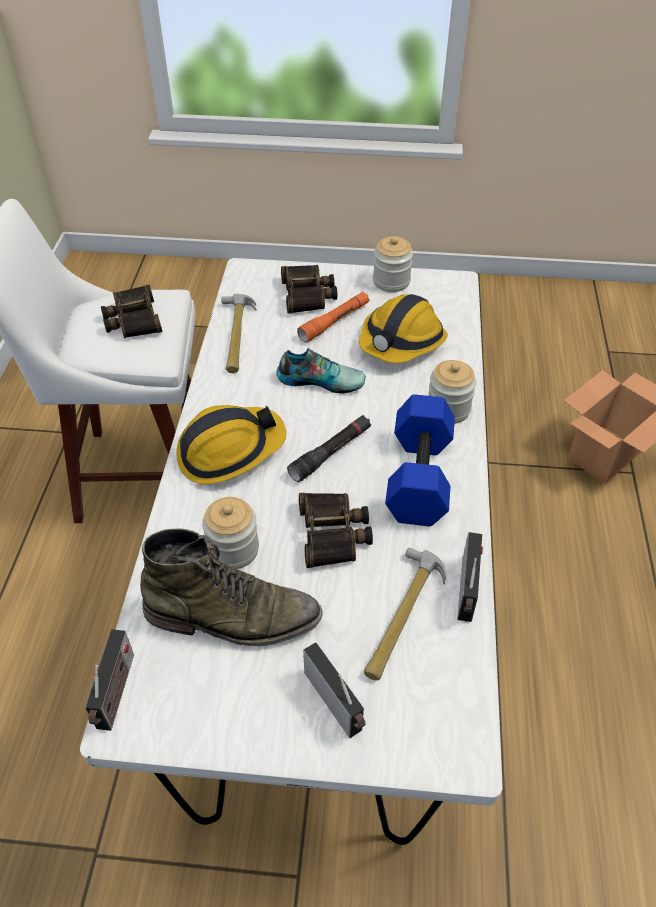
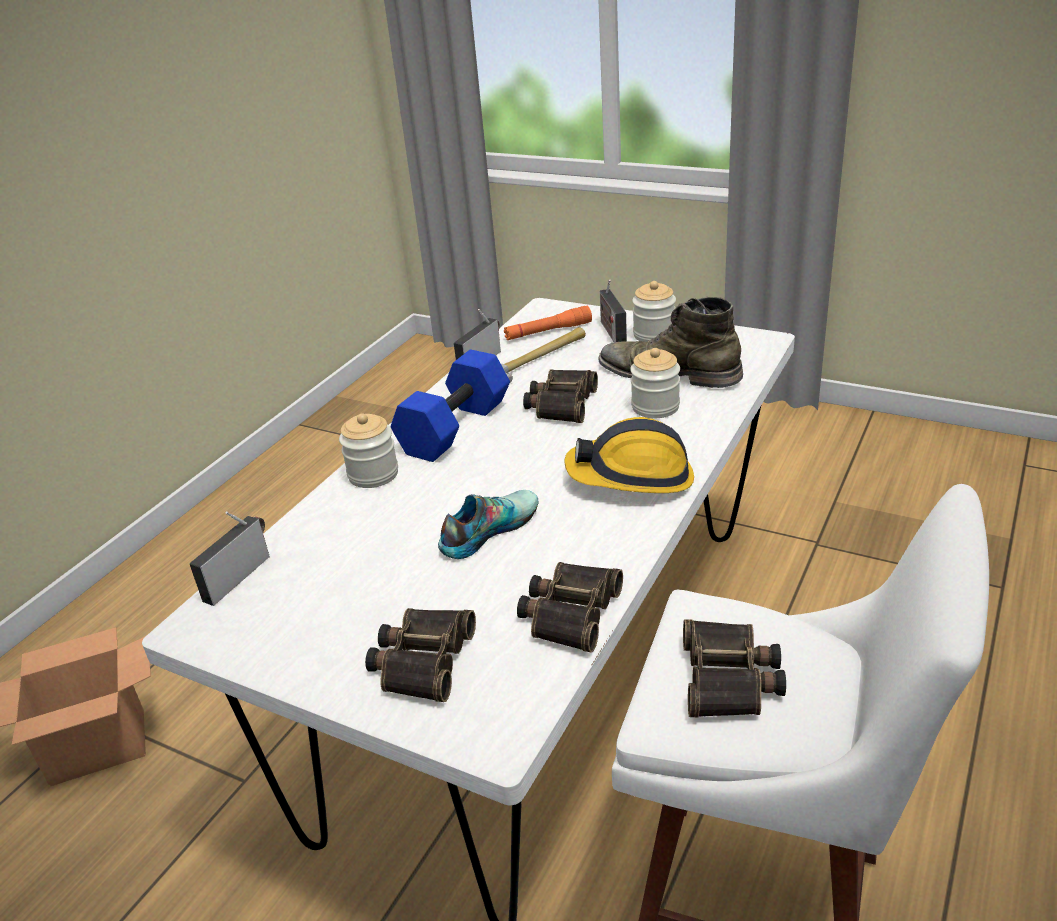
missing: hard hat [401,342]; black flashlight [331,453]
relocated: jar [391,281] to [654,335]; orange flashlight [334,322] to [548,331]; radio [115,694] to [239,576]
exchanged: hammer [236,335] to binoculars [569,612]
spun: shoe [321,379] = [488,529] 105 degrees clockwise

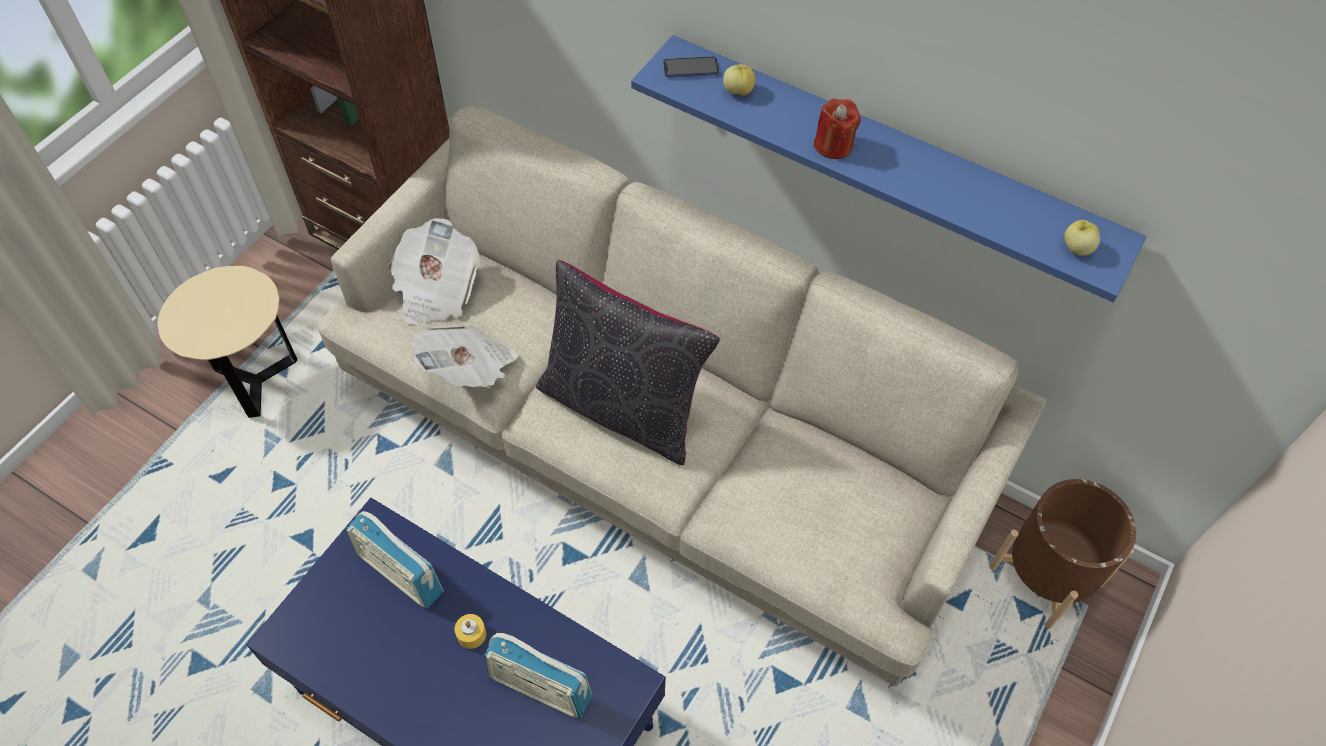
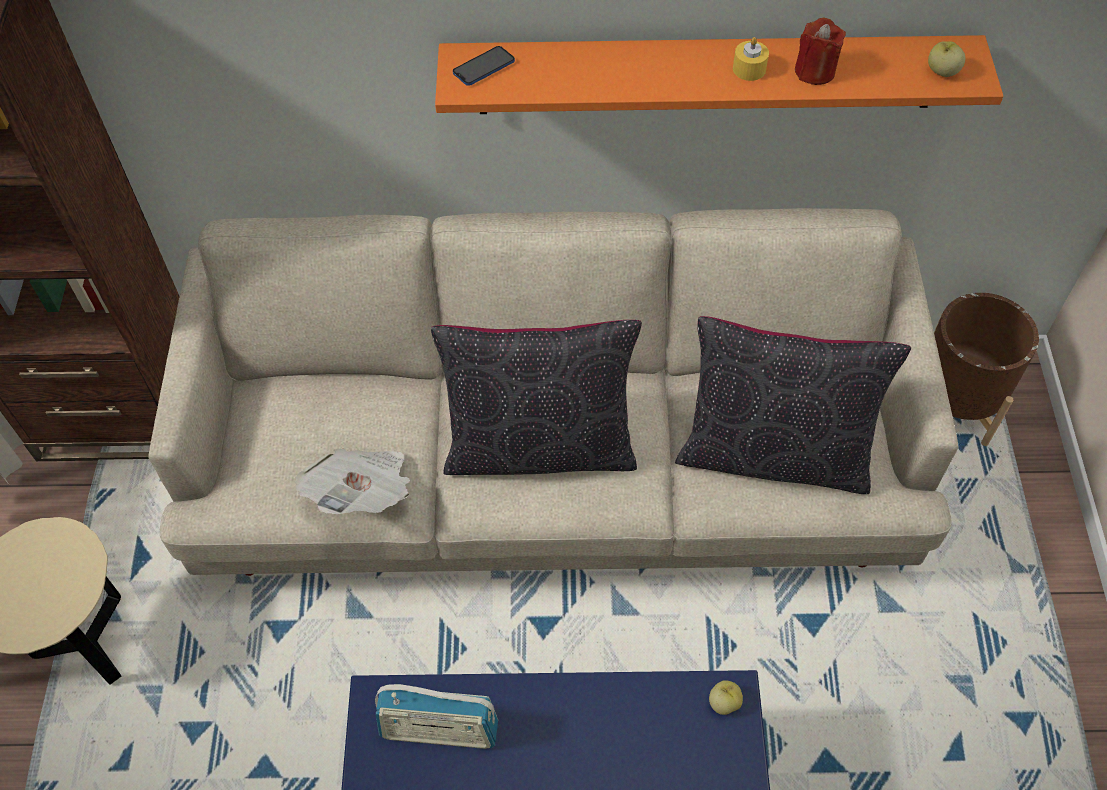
missing: newspaper [436,290]; radio [540,687]
appeared: black pillow [774,453]
relocated: apple [738,91] to [723,702]; red candle [833,145] to [815,71]; yellow candle [471,634] to [749,69]
colour: blue shelf [886,160] to orange shelf [707,74]

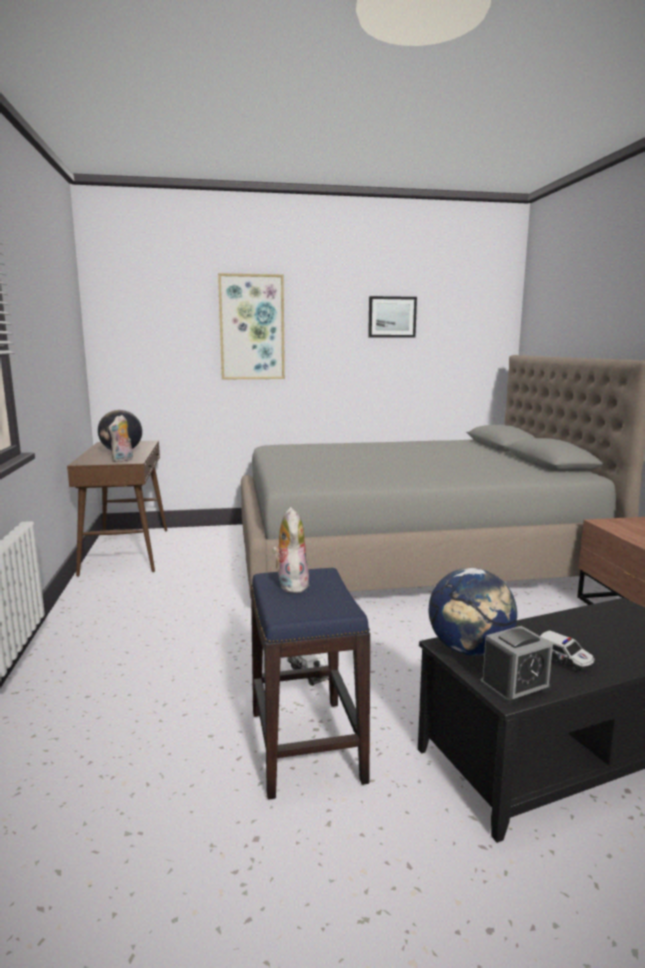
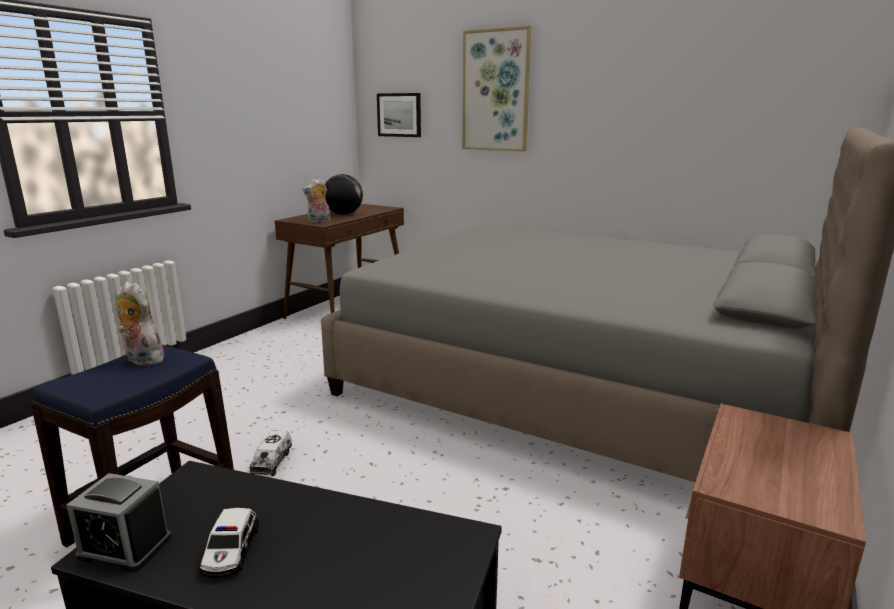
missing: globe [469,650]
relocated: picture [392,317] to [399,115]
spun: plush toy [290,584] = [141,360] 90 degrees counterclockwise

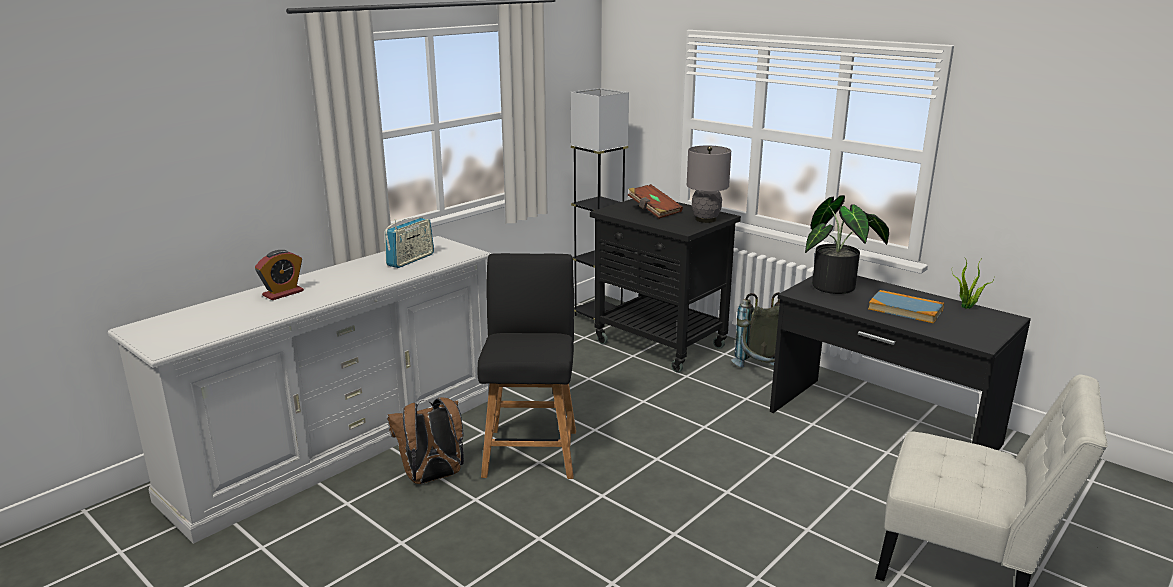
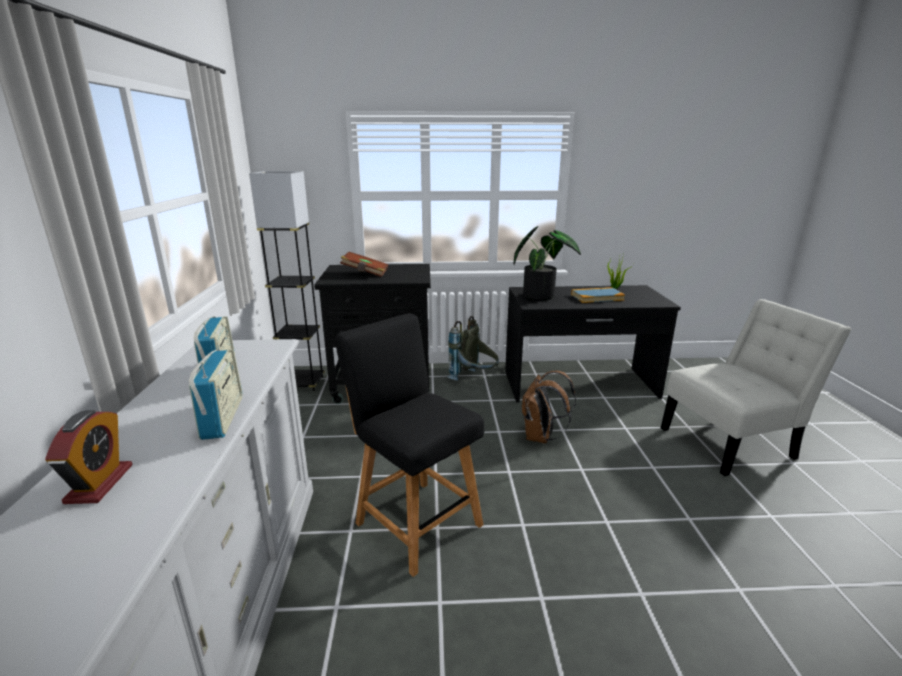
missing: grey table lamp [705,219]
appeared: radio [223,417]
relocated: brown backpack [432,478] to [541,437]

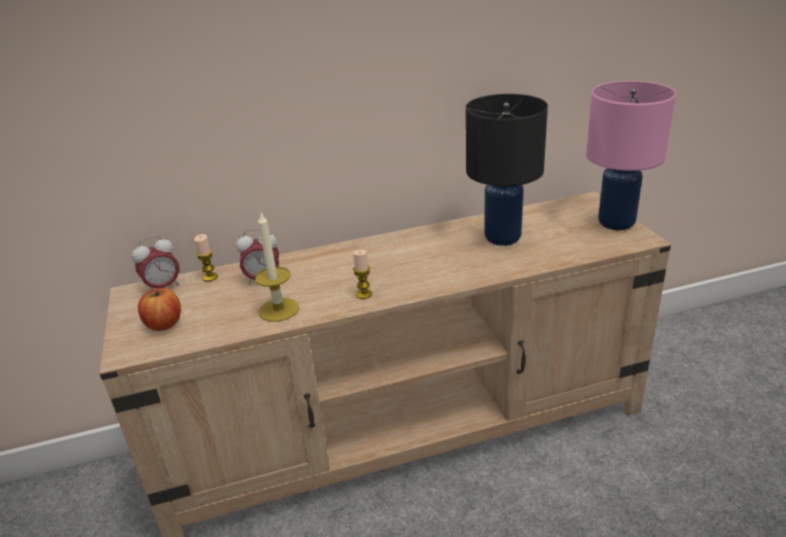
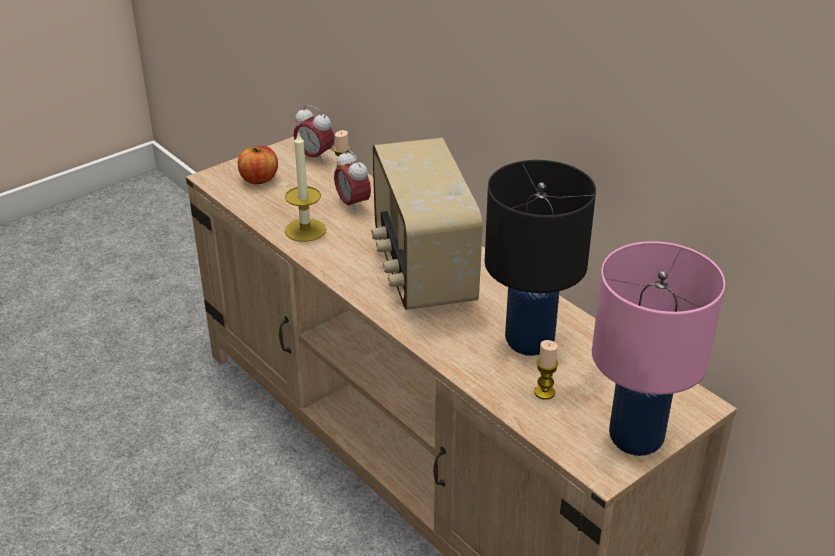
appeared: radio [421,270]
relocated: candle [364,294] to [544,392]

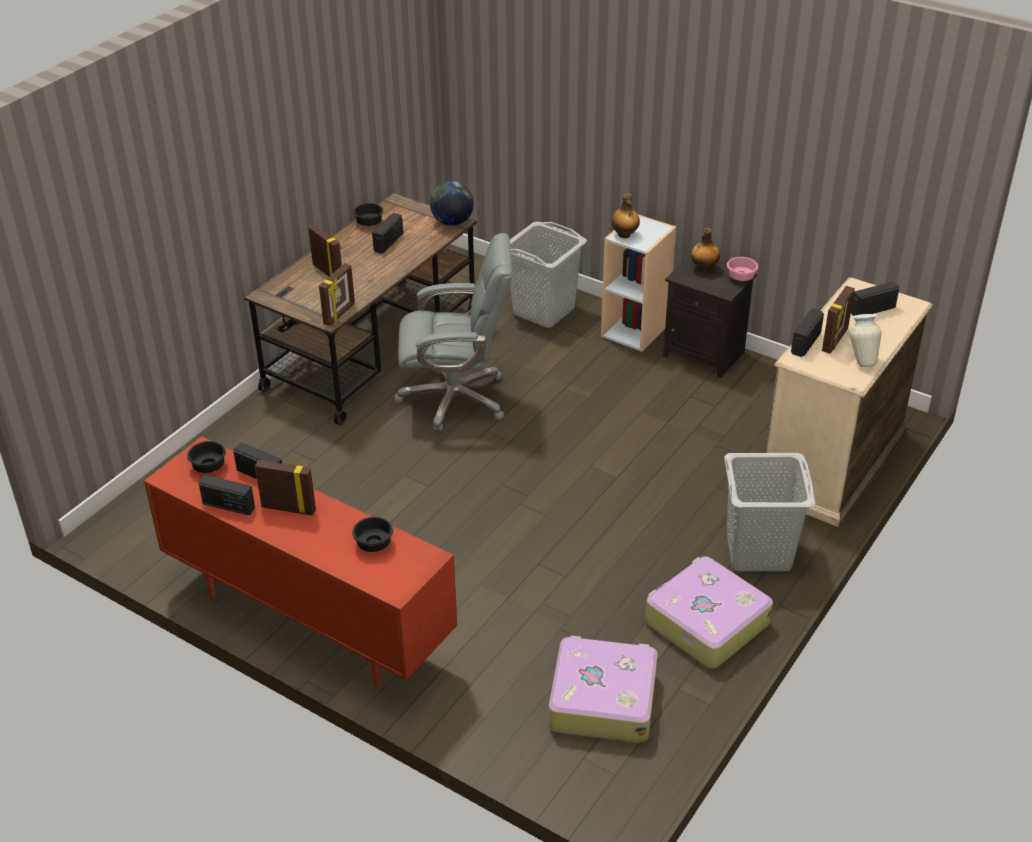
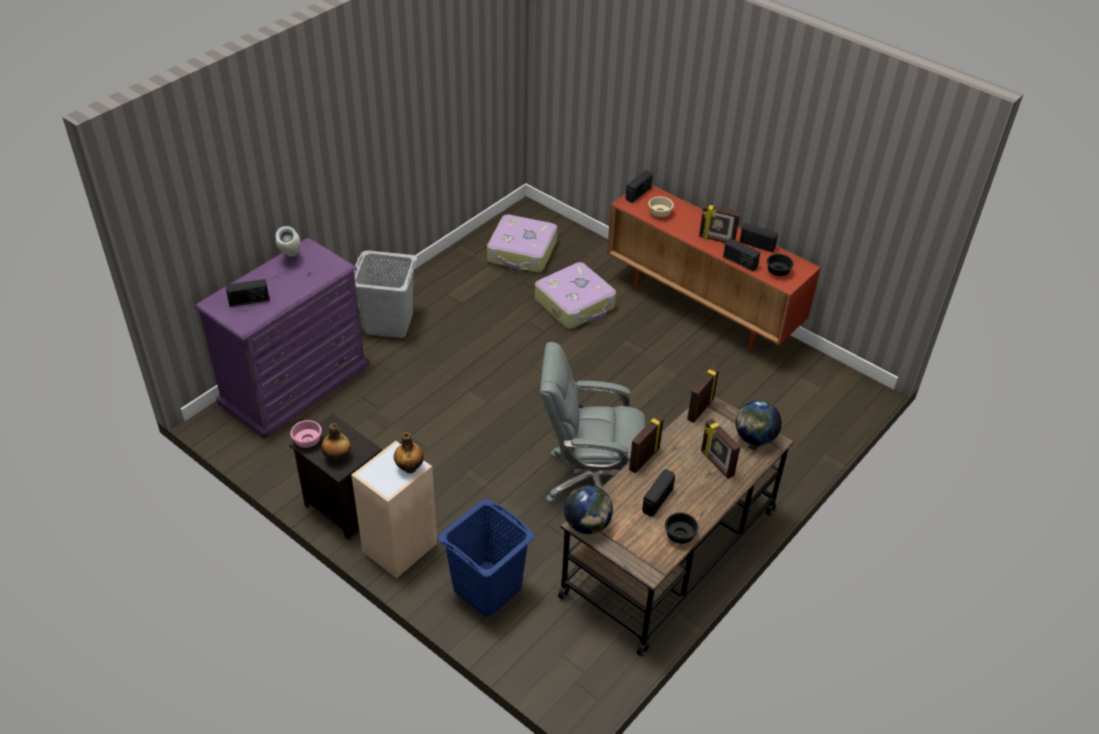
appeared: globe [754,438]
relocated: picture frame [835,340] to [643,459]; radio [805,343] to [638,194]; suitcase [705,623] to [575,304]
colour: grey laundry basket [544,311] to blue laundry basket [486,588]; beige dresser [832,463] to purple dresser [295,383]; black bowl [374,545] to beige bowl [659,213]

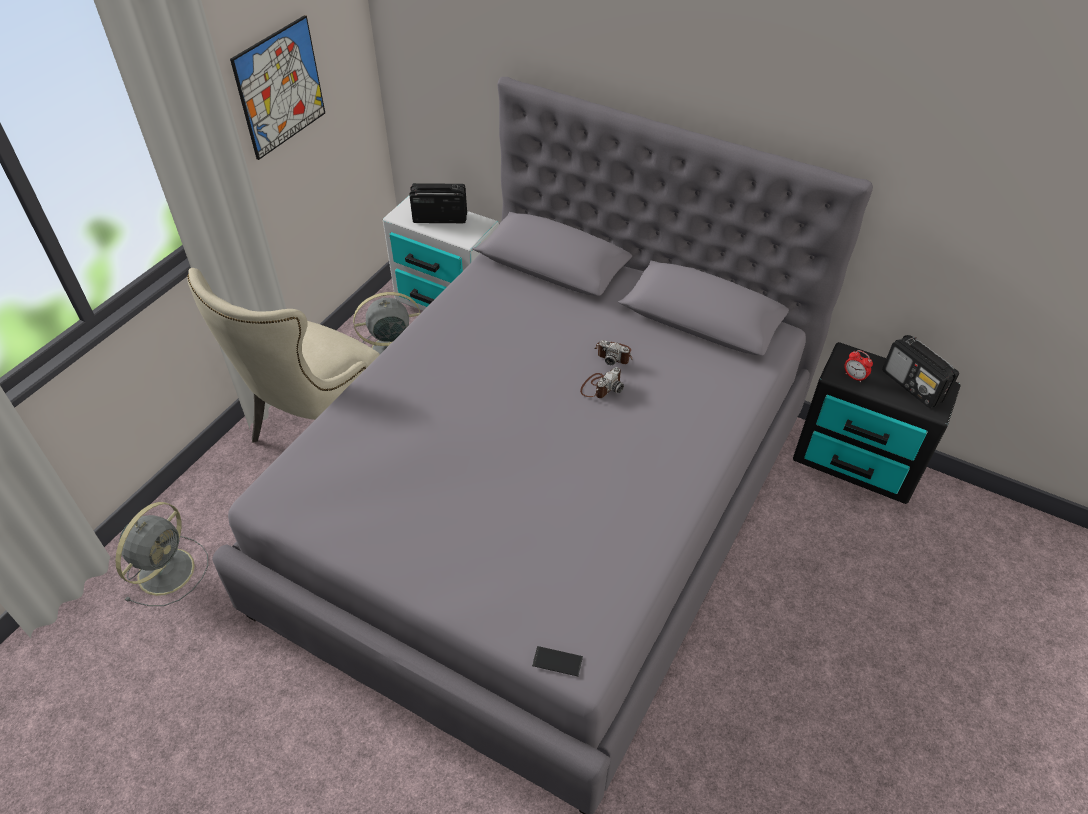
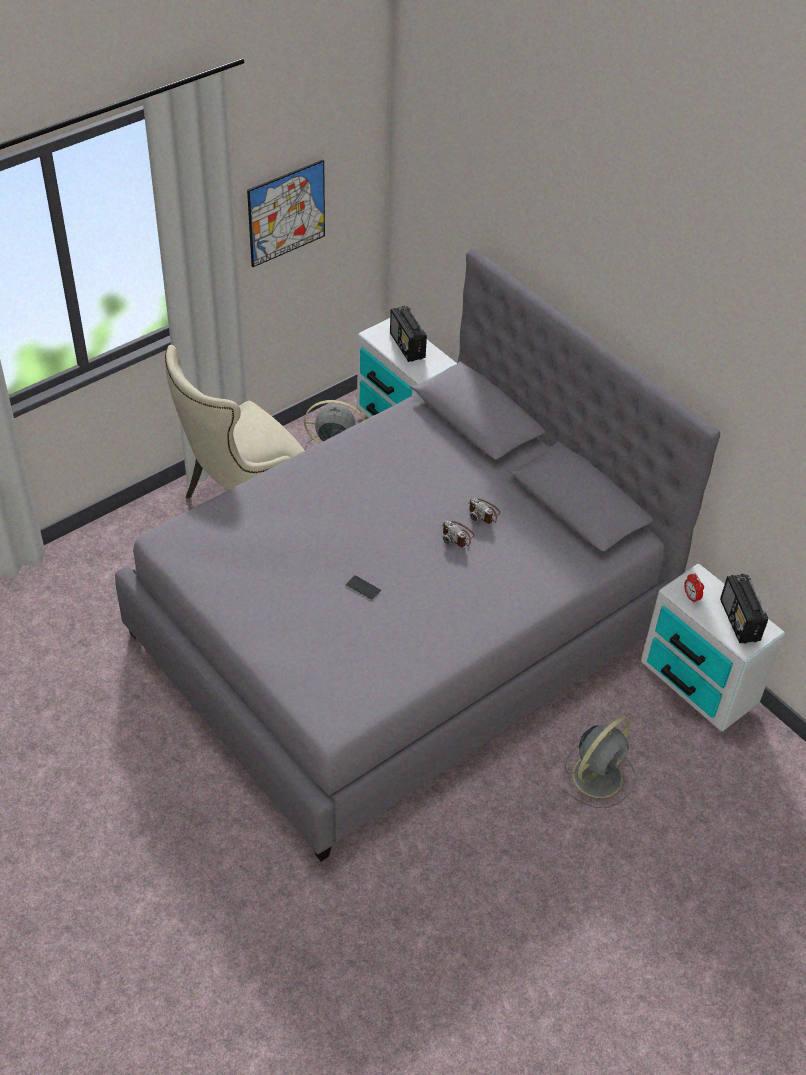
relocated: grey fan [168,569] to [599,775]; phone [557,661] to [363,587]
colour: black nightstand [853,469] to white nightstand [696,688]
spun: radio [439,217] = [407,346] 135 degrees counterclockwise; photo camera [601,386] = [457,535] 75 degrees clockwise

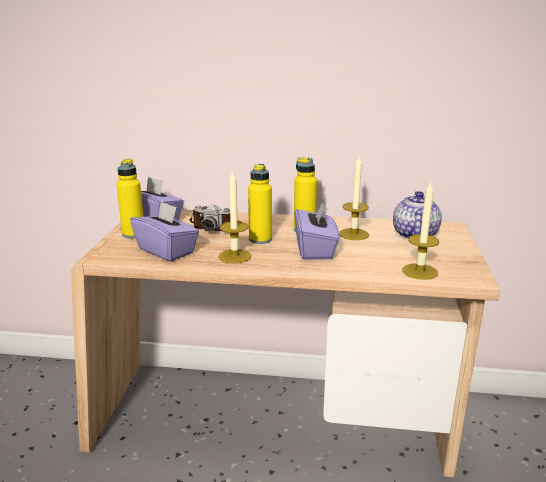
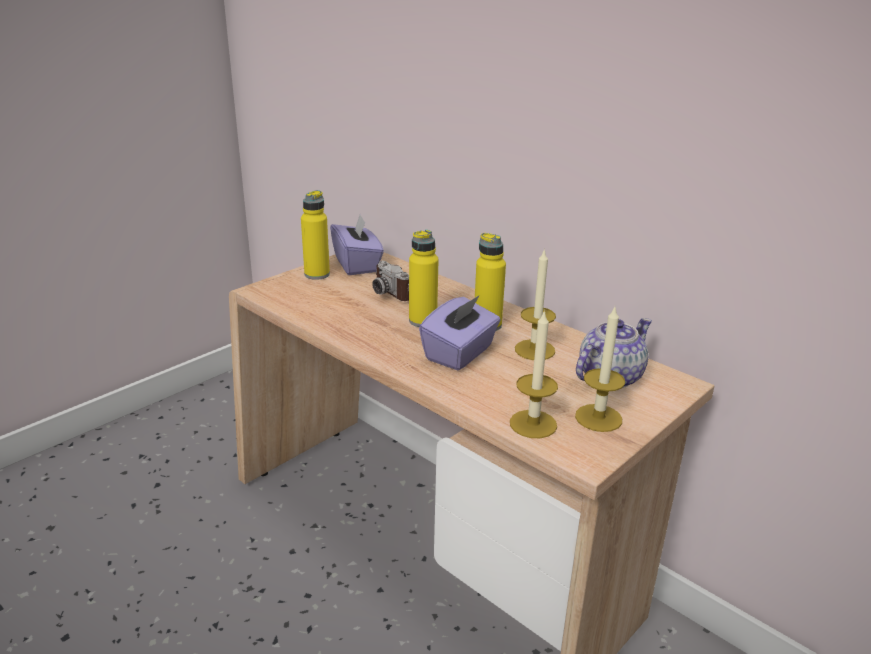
missing: purple tissue box [167,251]
relocated: candle [235,256] to [598,418]

